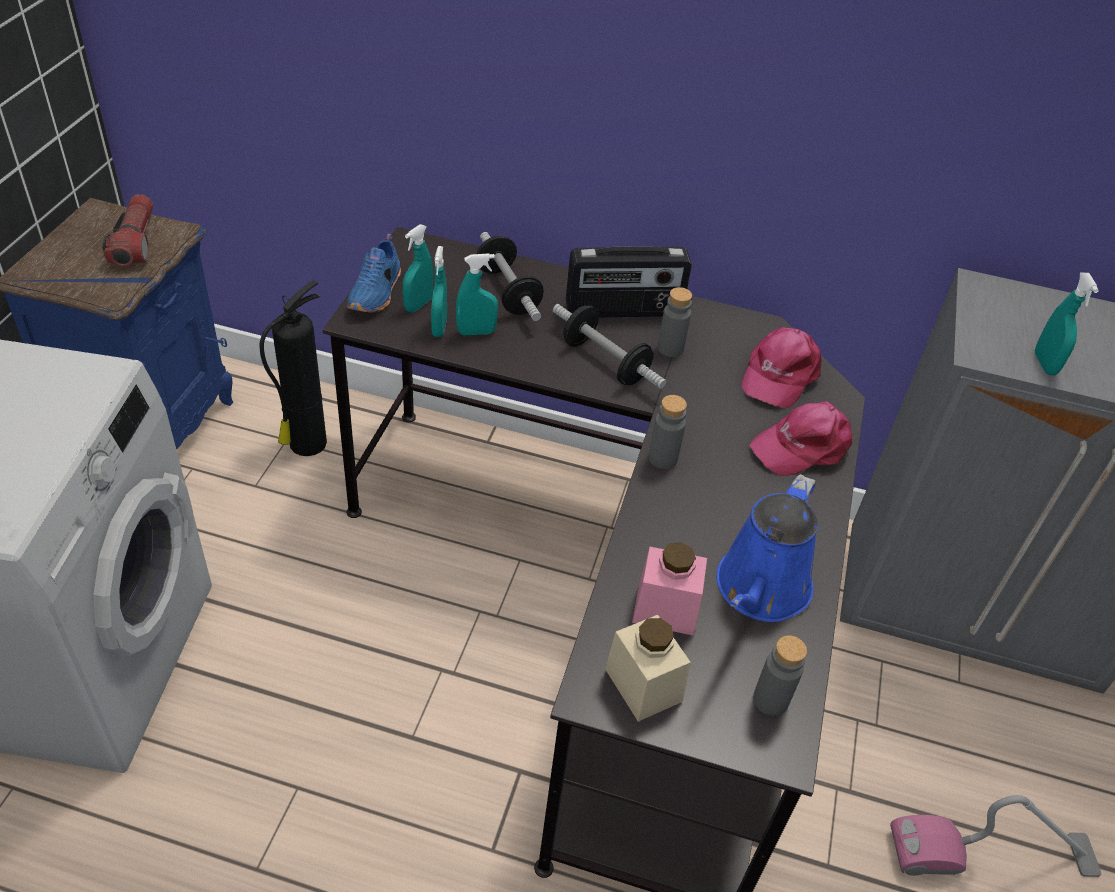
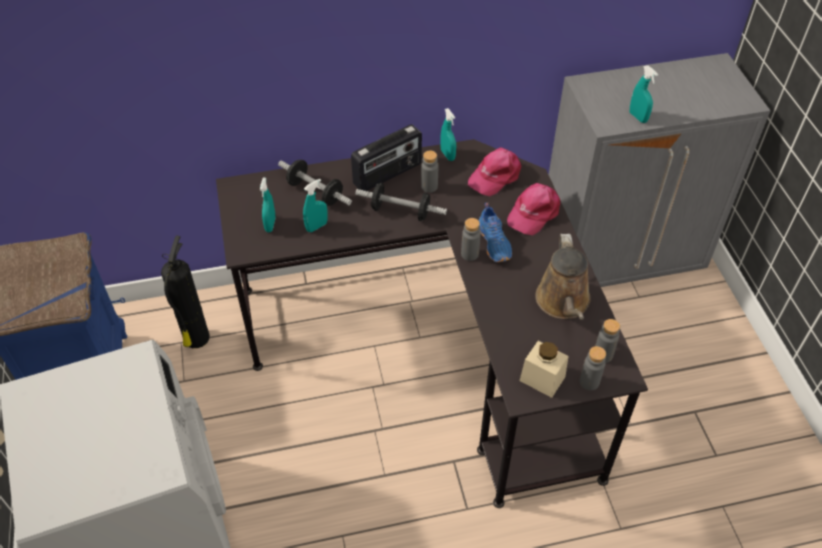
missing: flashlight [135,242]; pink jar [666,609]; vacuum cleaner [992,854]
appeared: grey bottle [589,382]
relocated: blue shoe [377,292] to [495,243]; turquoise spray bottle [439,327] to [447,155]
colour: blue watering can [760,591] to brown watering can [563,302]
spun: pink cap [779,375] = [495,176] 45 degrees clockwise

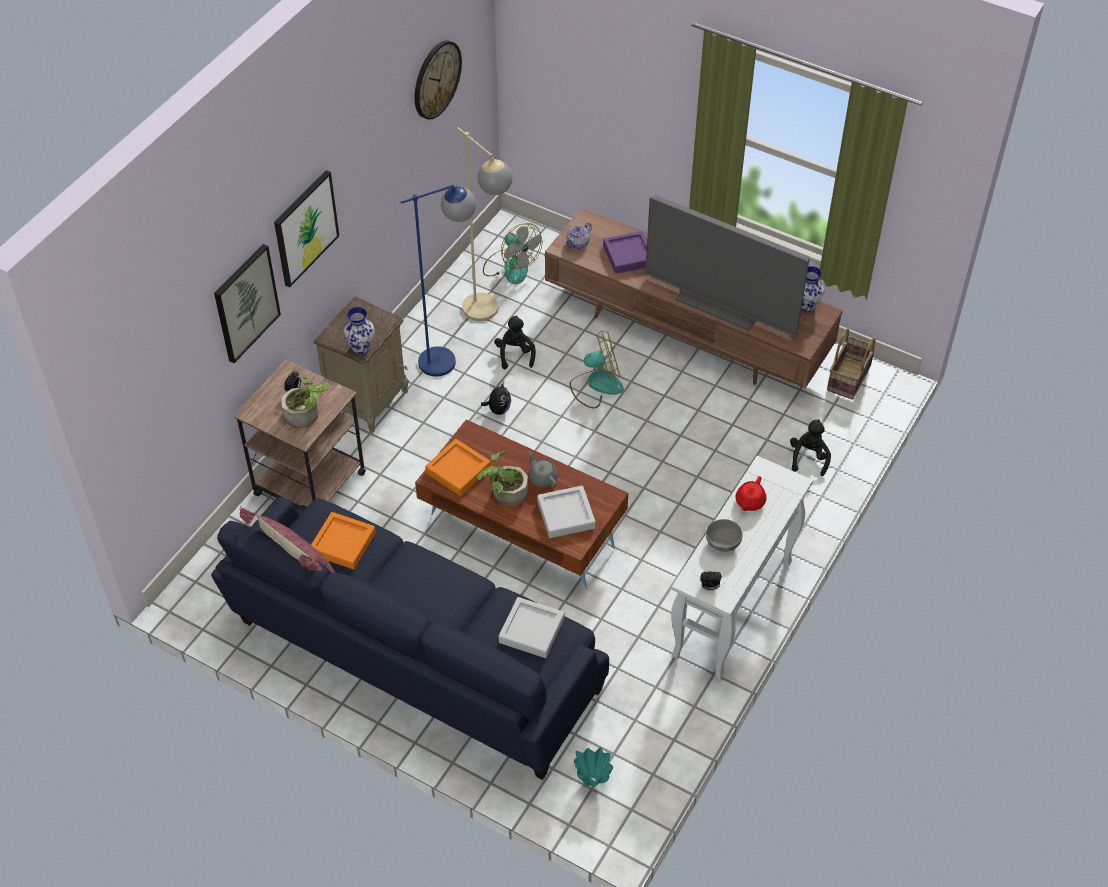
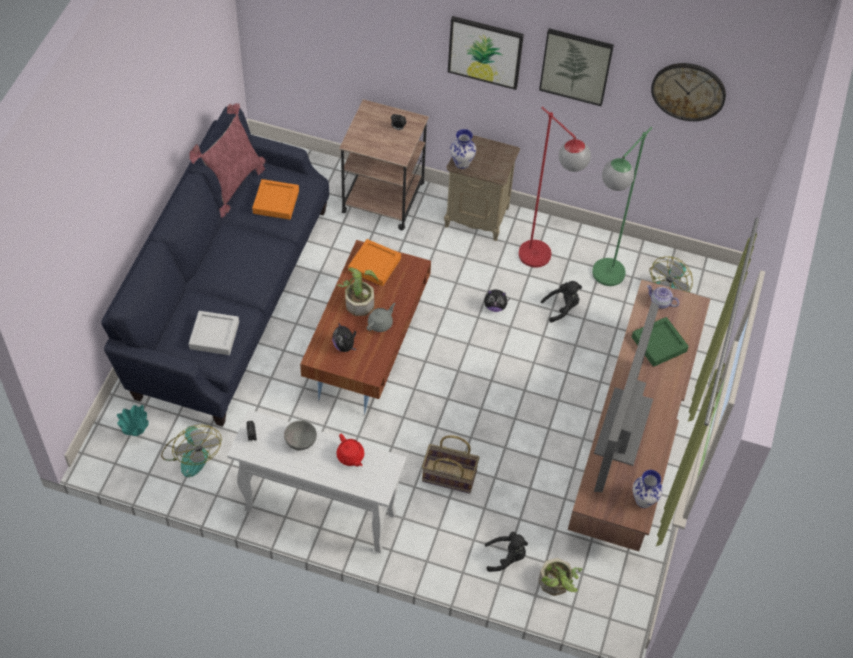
relocated: picture [245,302] to [576,66]; basket [849,378] to [448,477]; fan [596,385] to [191,454]; potted plant [306,414] to [556,585]
exchanged: grey tray [566,515] to plush toy [344,346]
colour: beige floor lamp [488,315] to green floor lamp [602,280]; blue floor lamp [449,358] to red floor lamp [542,262]; purple tray [629,256] to green tray [659,344]
spun: red teapot [749,502] = [350,457] 135 degrees counterclockwise

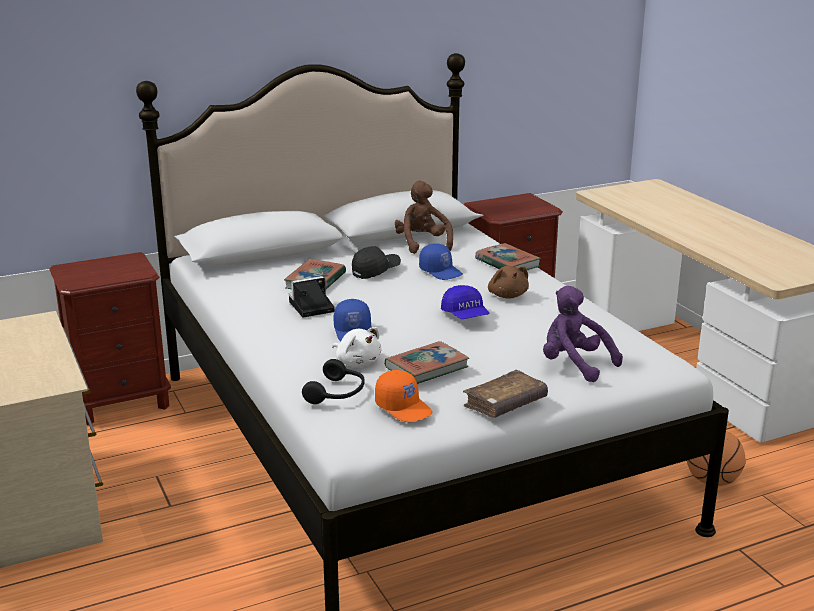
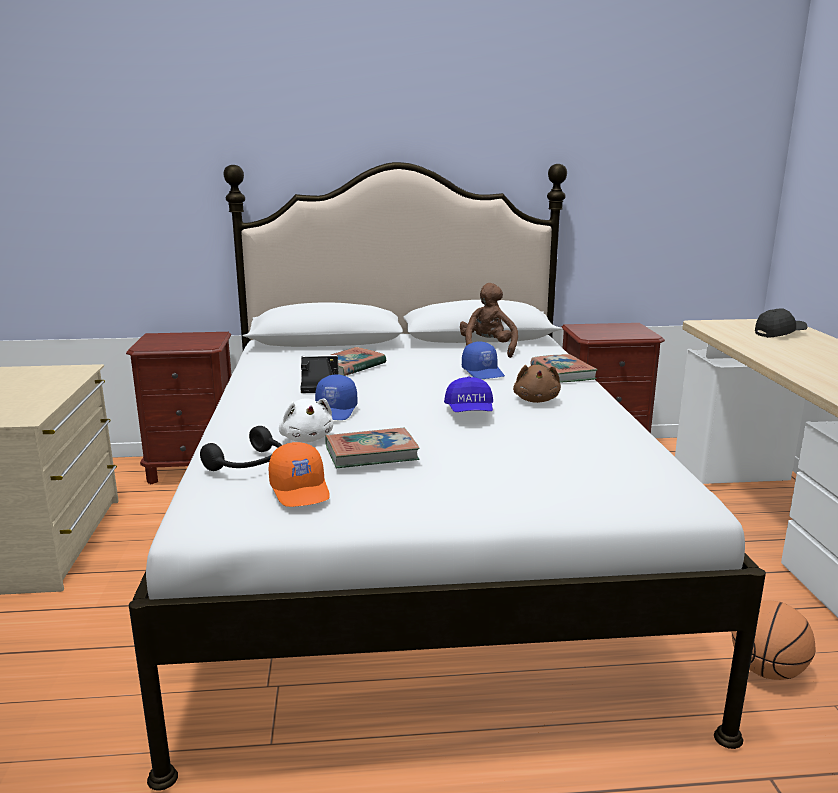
missing: purple plush toy [574,365]; brown book [505,404]
relocated: black cap [376,271] to [779,334]

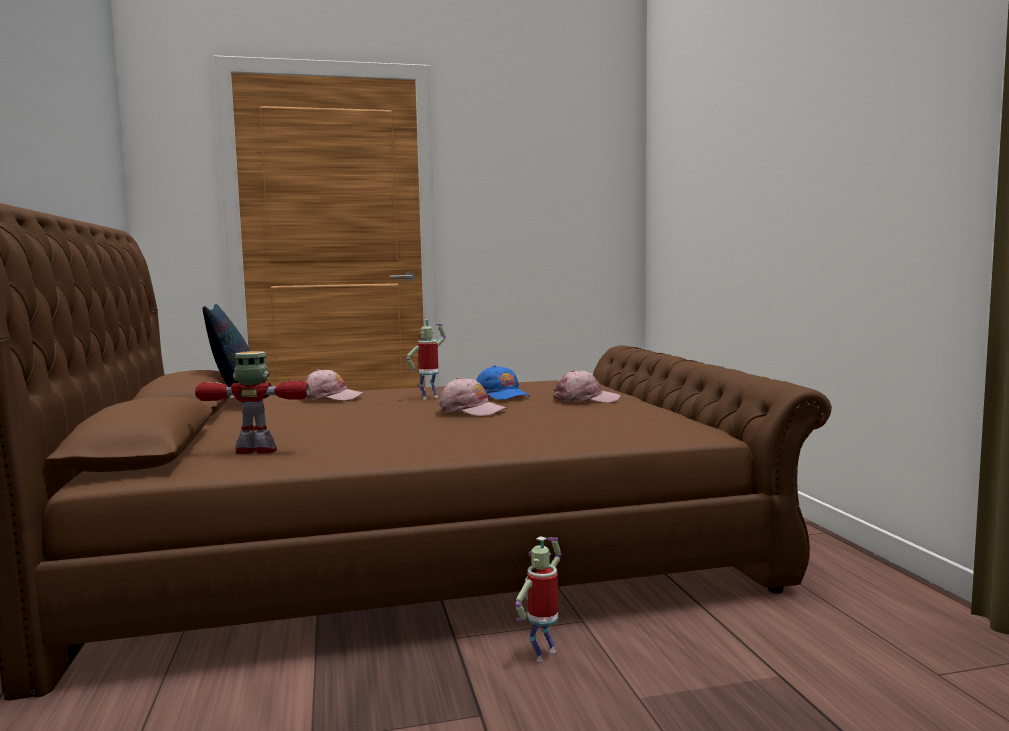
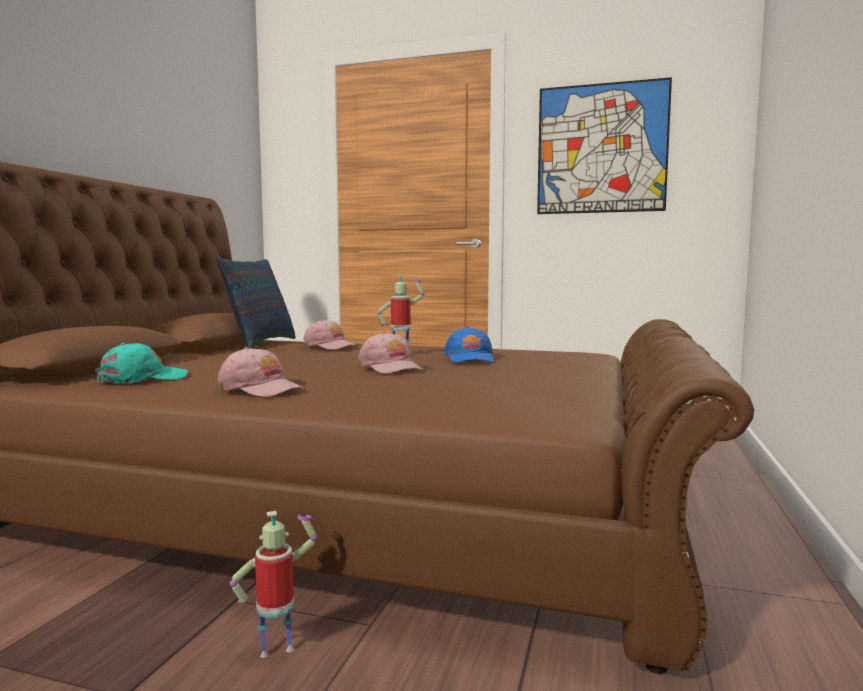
appeared: picture [601,149]
relocated: pink cap [586,399] to [261,389]
exchanged: toy robot [257,451] to turquoise cap [142,379]

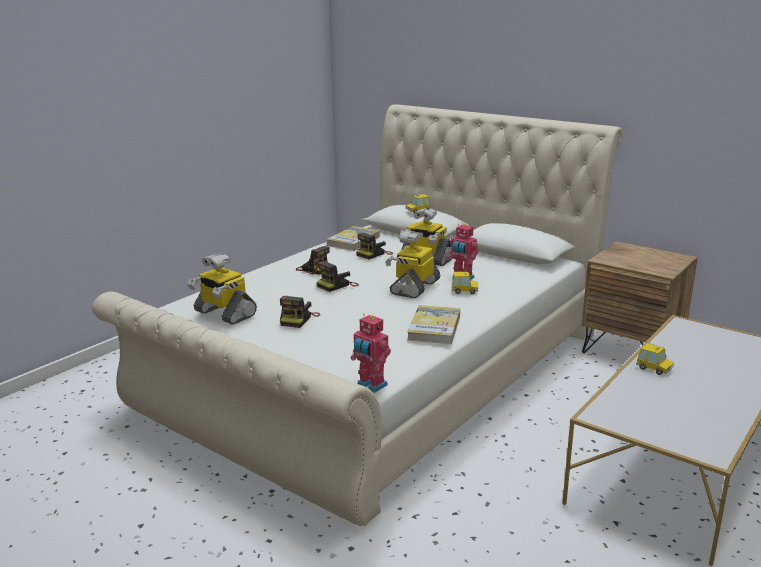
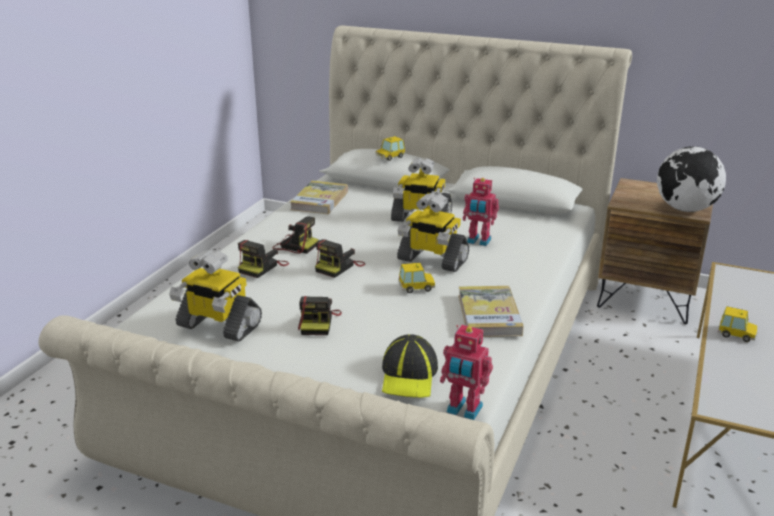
appeared: globe [685,209]; cap [409,375]
relocated: photo camera [374,254] to [262,267]; toy car [464,290] to [416,287]
spun: toy robot [414,287] = [431,260] 75 degrees counterclockwise

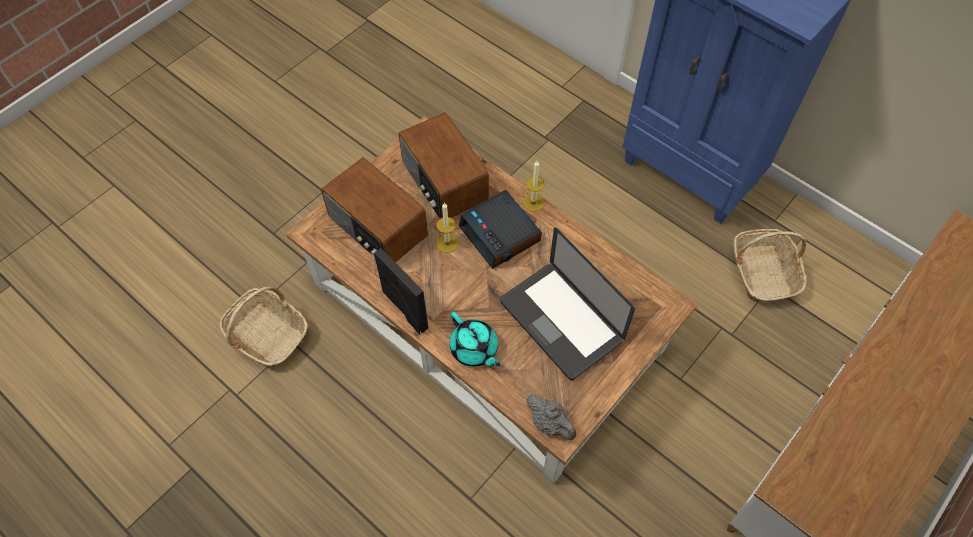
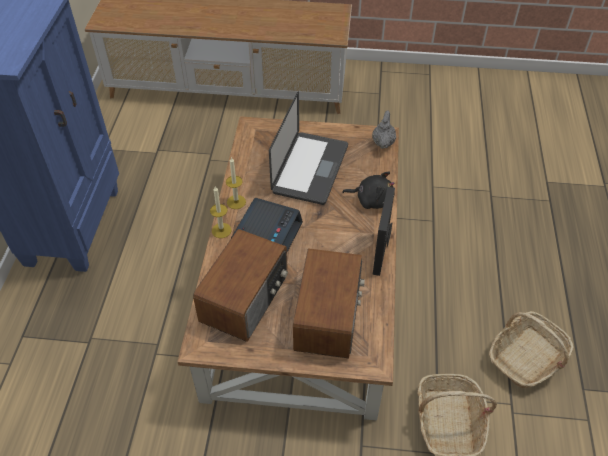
relocated: candle [447,243] to [236,202]; basket [762,272] to [526,358]
exchanged: turquoise teapot [474,349] to black plush toy [371,200]

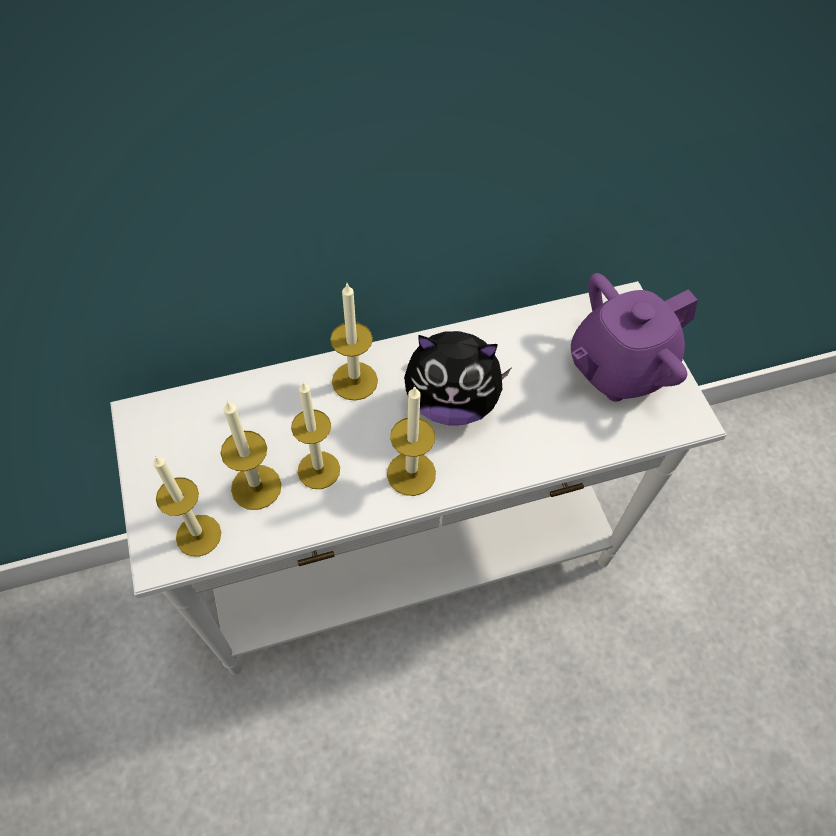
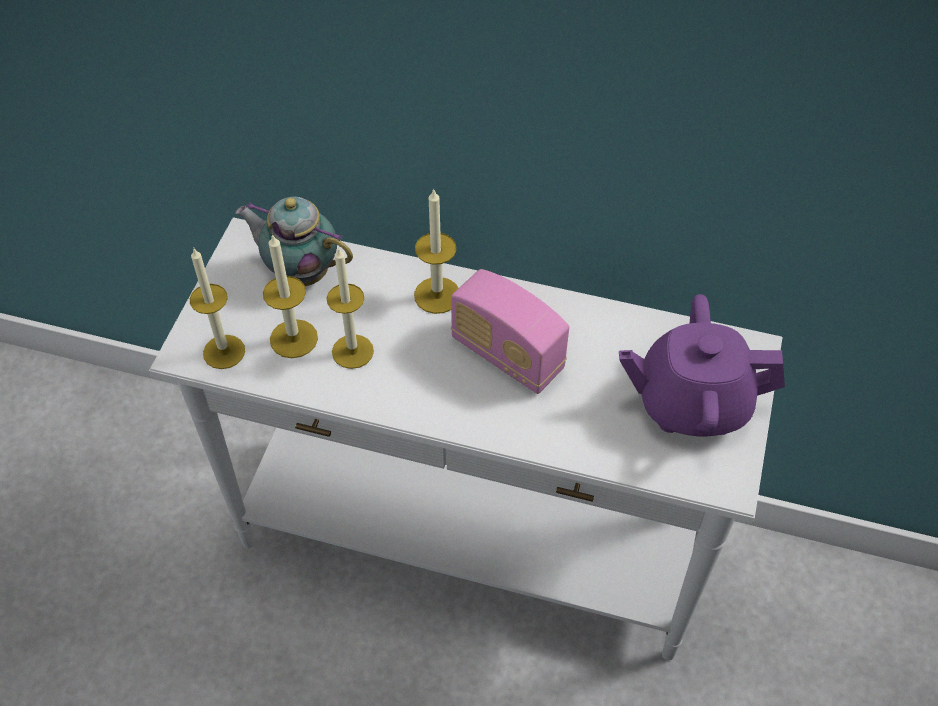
missing: candle [411,473]
appeared: teapot [300,272]
exchanged: plush toy [451,403] to radio [507,355]

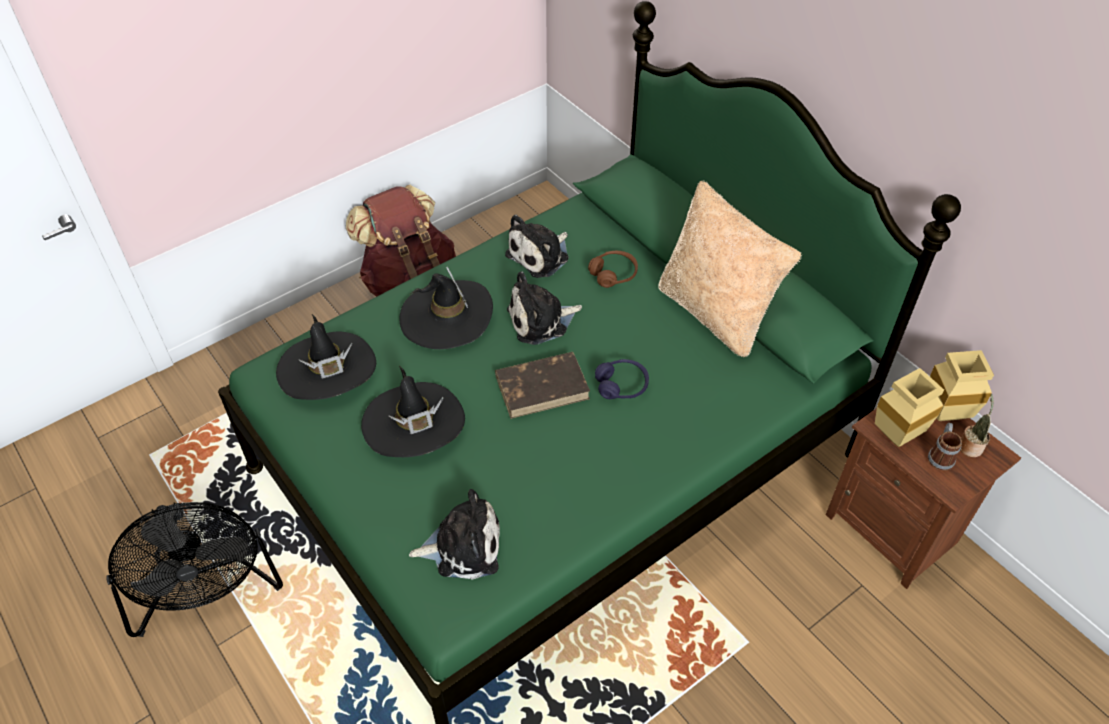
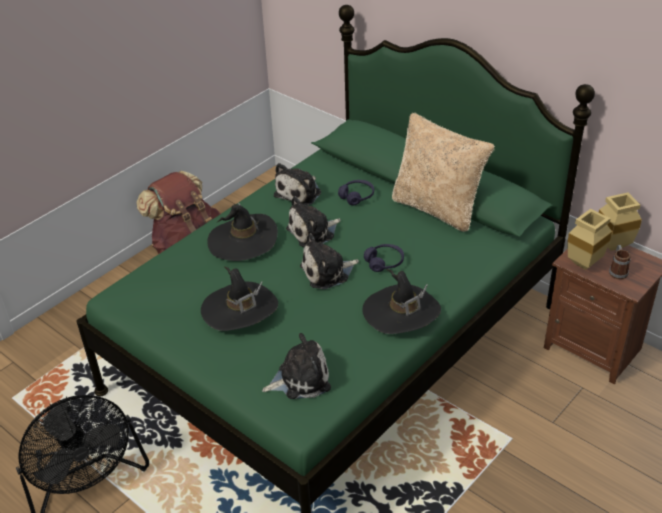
missing: potted plant [970,446]
relocated: black hat [327,370] to [401,312]
exchanged: brown book [543,387] to plush toy [327,272]
colour: brown headphones [613,274] to purple headphones [357,196]

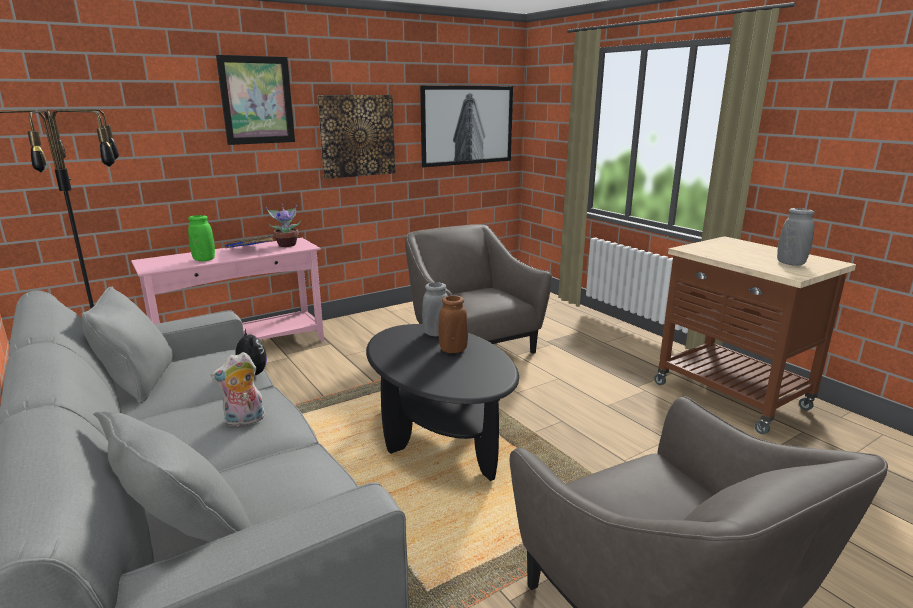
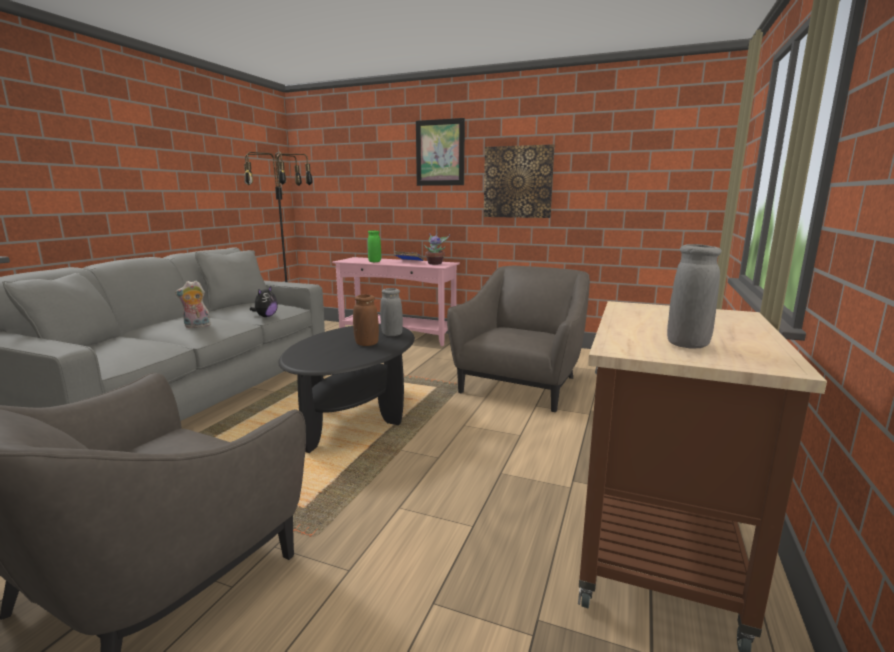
missing: picture [467,125]
spun: plush toy [244,421] = [196,326] 45 degrees counterclockwise

